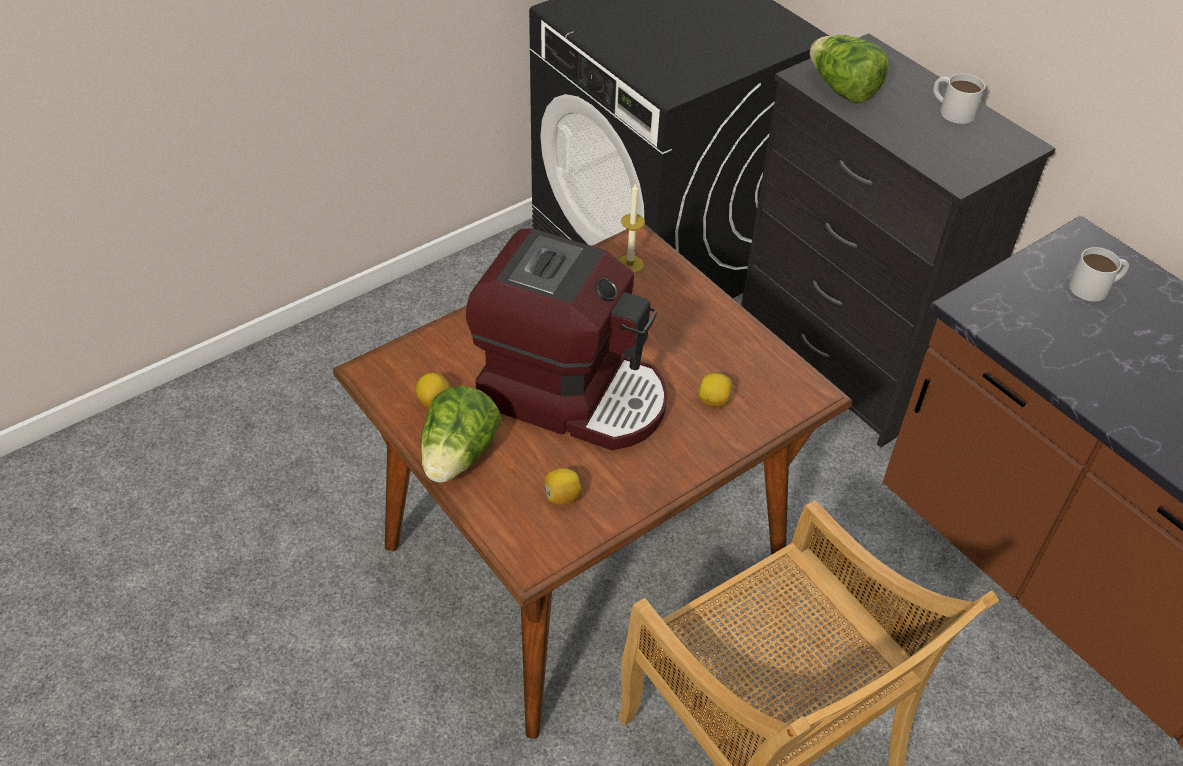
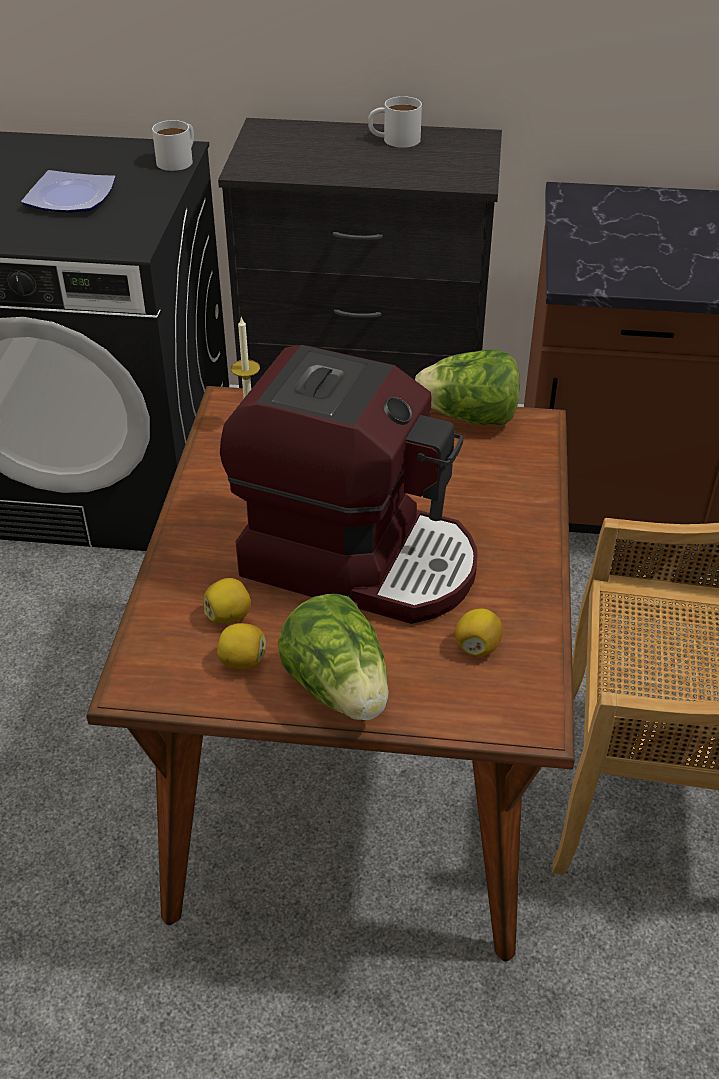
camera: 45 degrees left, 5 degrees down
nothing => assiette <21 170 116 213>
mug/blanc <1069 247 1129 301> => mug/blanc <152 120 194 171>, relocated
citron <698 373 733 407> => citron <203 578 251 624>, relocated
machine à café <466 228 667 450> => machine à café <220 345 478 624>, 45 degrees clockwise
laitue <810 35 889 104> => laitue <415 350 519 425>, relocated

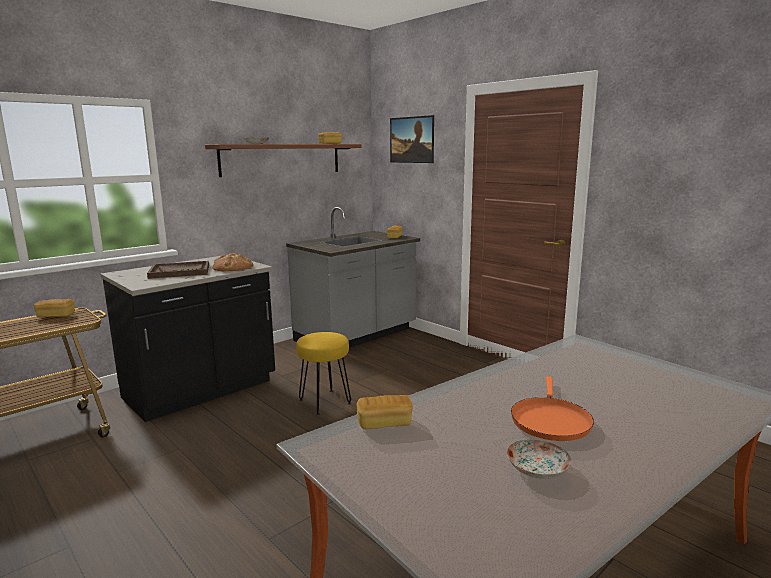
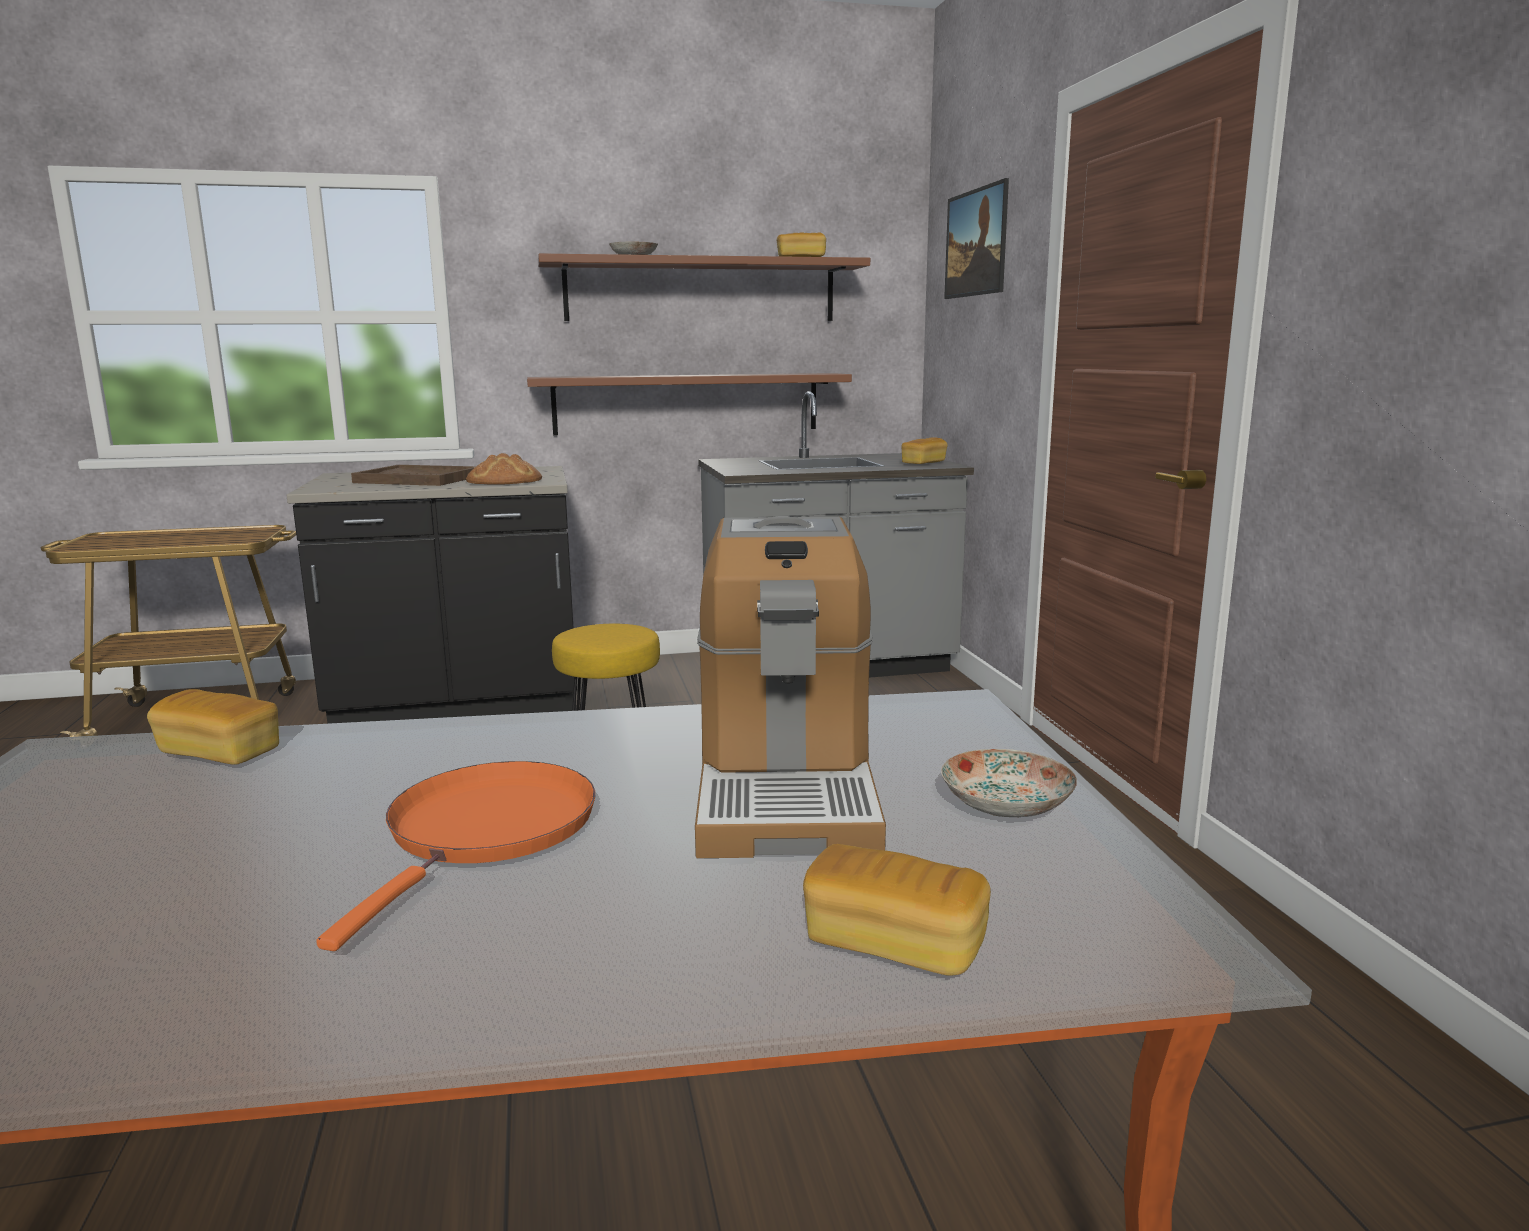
camera: 30 degrees right, 0 degrees up
poêle/orange <511 376 594 441> => poêle/orange <316 761 595 951>, 150 degrees clockwise
nothing => étagère/marron <527 373 852 435>
nothing => machine à café <695 516 886 858>
pain <34 299 75 317> => pain <803 844 991 976>, relocated
assiette <507 439 571 479> => assiette <941 749 1077 817>, relocated

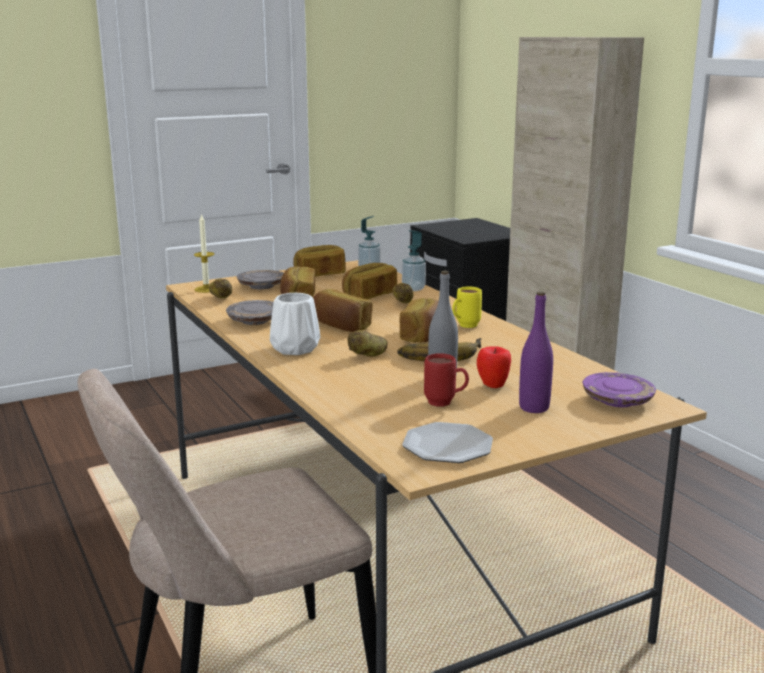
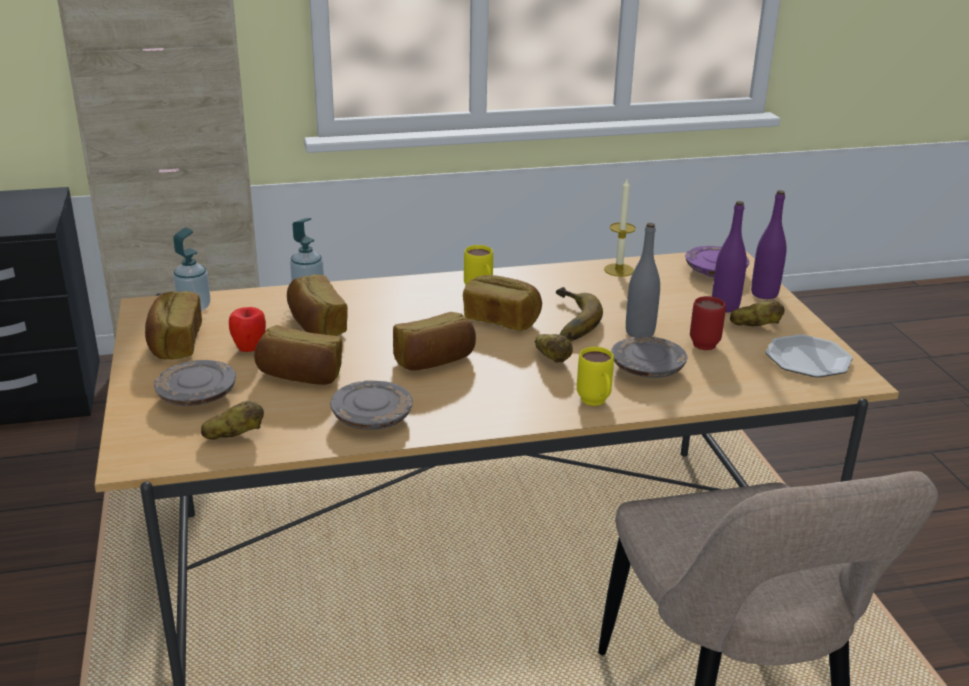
camera: 75 degrees left, 10 degrees up
pomme <477 346 511 388> => pomme <229 307 266 352>, relocated
nothing => mug/jaune <577 347 614 406>
bougie <194 214 214 293> => bougie <604 179 636 277>, relocated
nothing => assiette/gris <611 336 687 378>
pomme de terre <392 283 414 303> => pomme de terre <730 299 785 327>, relocated
nothing => bouteille/violet <751 190 787 299>
vase/blanc <270 293 320 355> => nothing

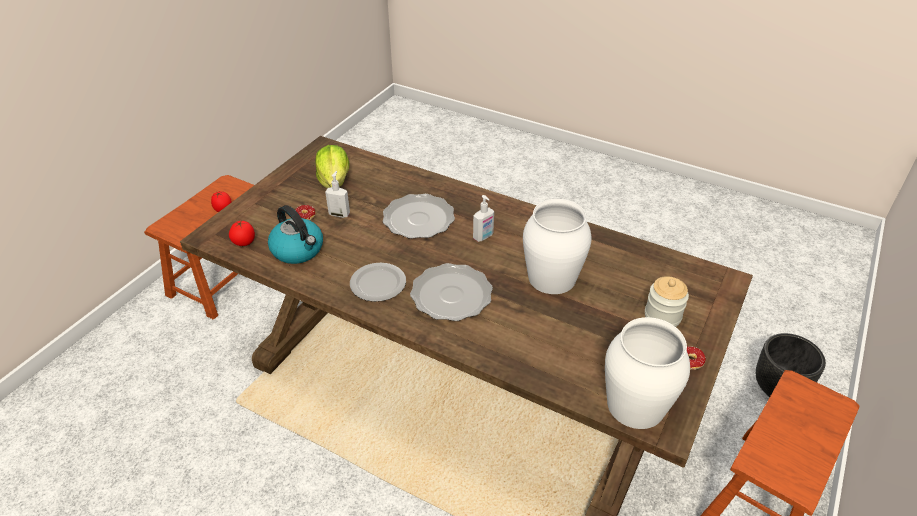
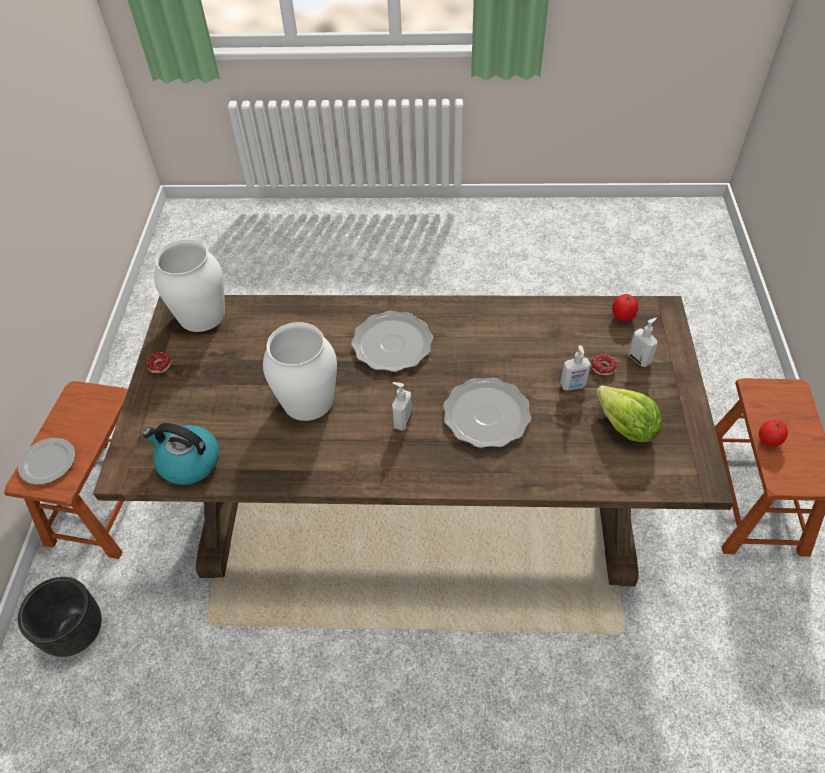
camera: 155 degrees right, 10 degrees up
assiette <350 263 406 302> => assiette <18 438 75 485>, relocated
bouilloire <268 205 323 264> => bouilloire <143 423 219 485>, relocated
nothing => distributeur de savon <628 318 658 367>
bocal <645 276 689 327> => nothing

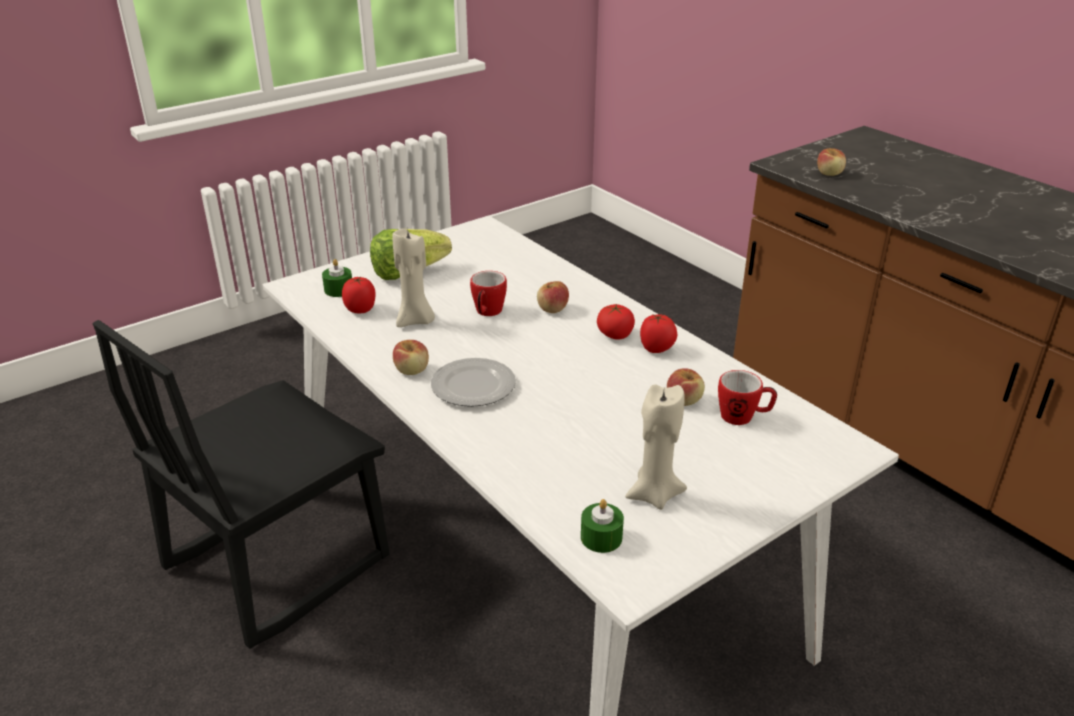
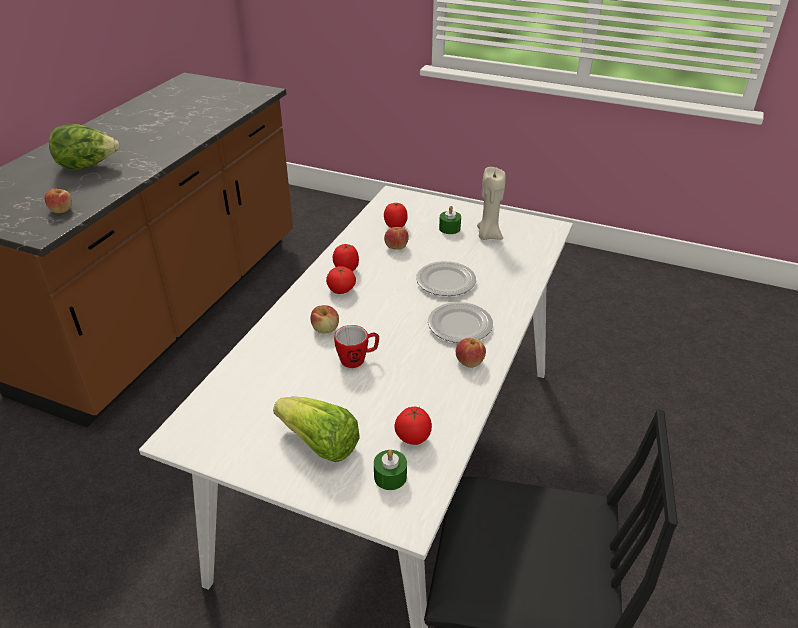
camera: 120 degrees left, 5 degrees up
nothing => laitue <49 124 120 170>
mug <718 370 777 425> => tomate <384 203 408 228>
nothing => assiette <416 261 476 296>
bougie/vert <581 499 624 553> => bougie/vert <439 206 461 234>, relocated
bougie/beige <392 228 435 327> => nothing

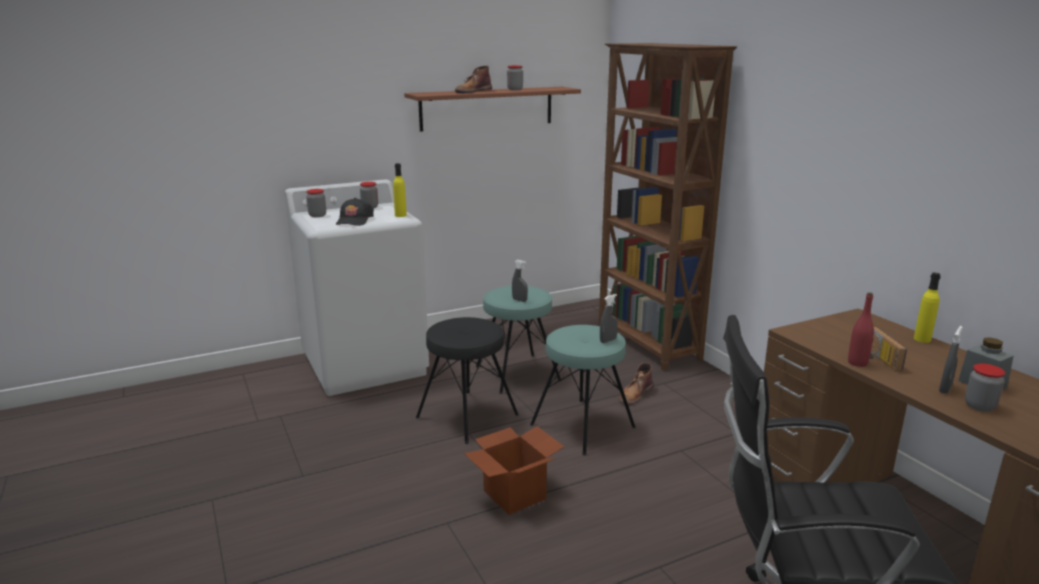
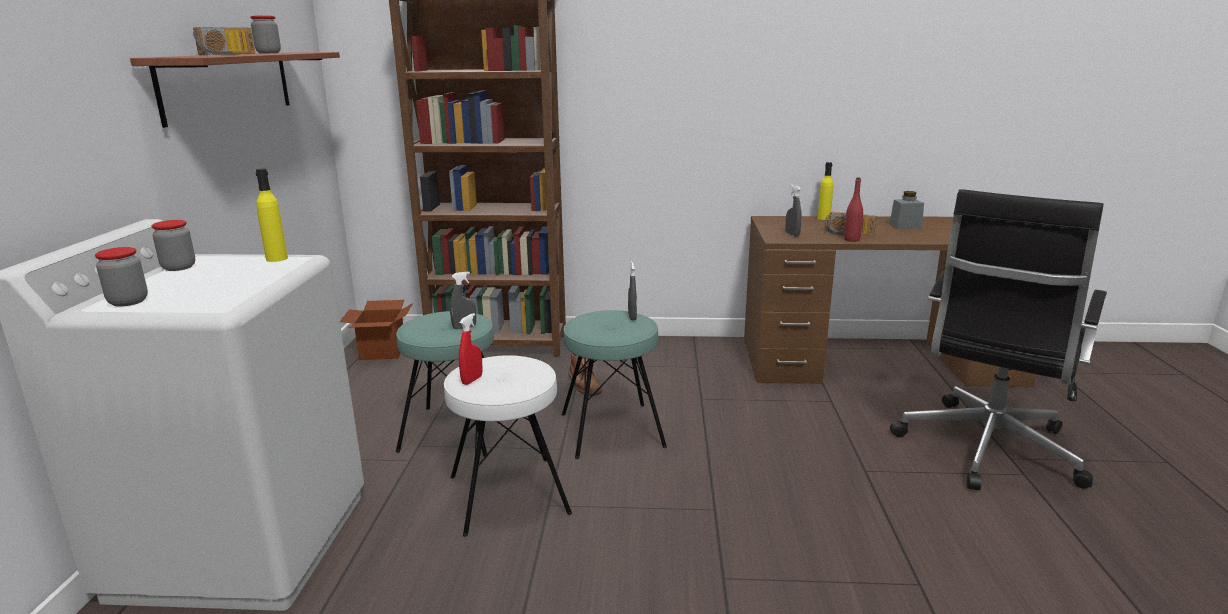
camera: 60 degrees left, 0 degrees up
botte/marron <455 66 492 93> => radio <193 27 255 55>
carton <464 426 564 515> => carton <340 300 413 360>, relocated
tabouret/noir <416 317 519 444> => tabouret/blanc <444 355 572 537>
nothing => vaporisateur/rouge <459 313 483 385>
vaporisateur/gris <939 326 962 394> => vaporisateur/gris <785 184 802 237>, relocated
casquette/noir <336 198 374 226> => nothing
bocal <965 363 1005 412> => nothing

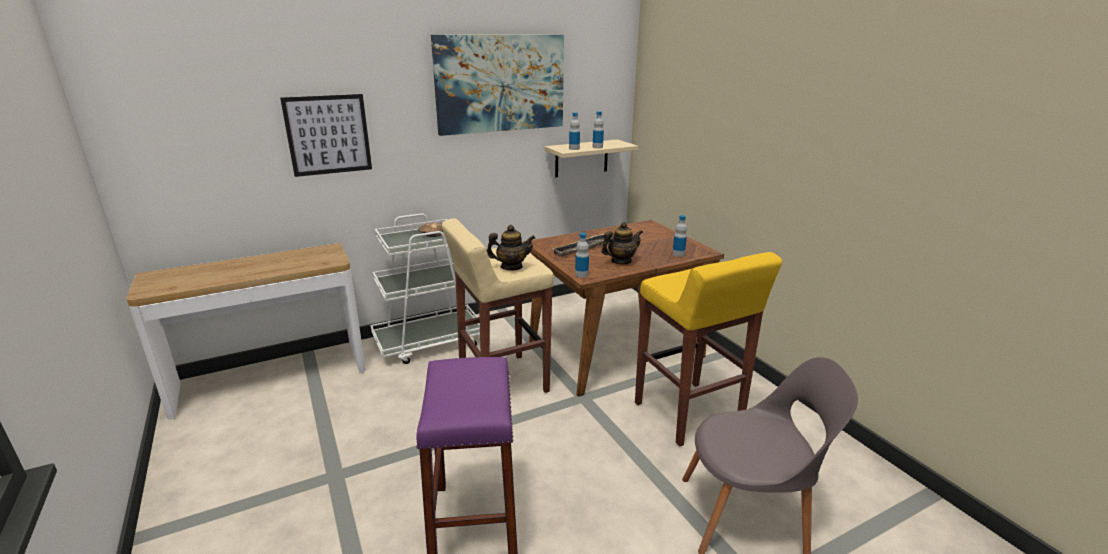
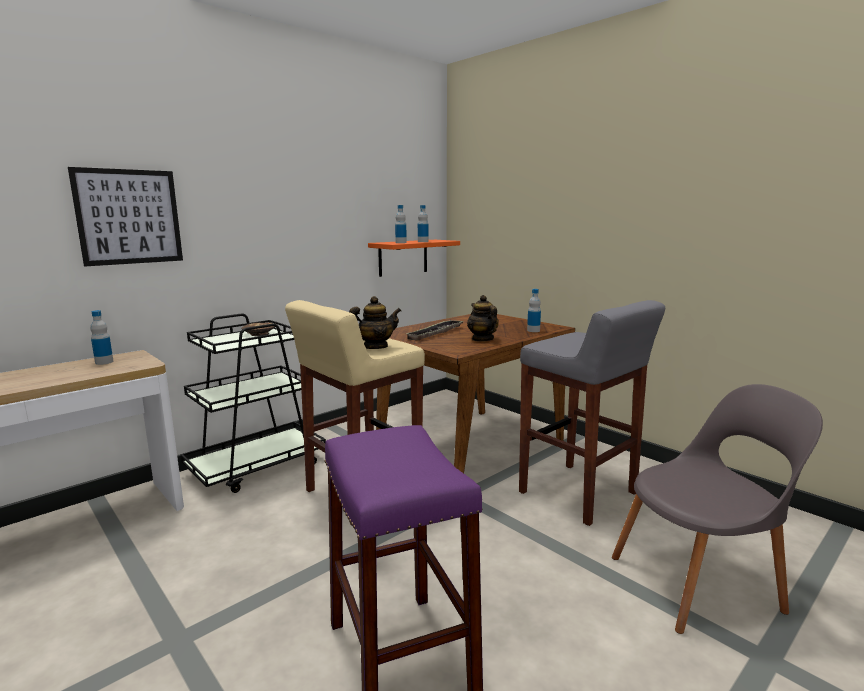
camera: 15 degrees left, 10 degrees down
bouteille <575 232 589 278> => bouteille <90 310 114 365>, relocated
chariot/blanc <370 213 480 364> => chariot/noir <181 313 326 493>
étagère/beige <545 139 638 177> => étagère/orange <368 240 460 277>
théière <601 222 643 265> => théière <467 295 499 342>, 75 degrees counterclockwise
tabouret/jaune <635 252 782 447> => tabouret/gris <519 300 665 526>
tableau <431 35 564 136> => nothing

